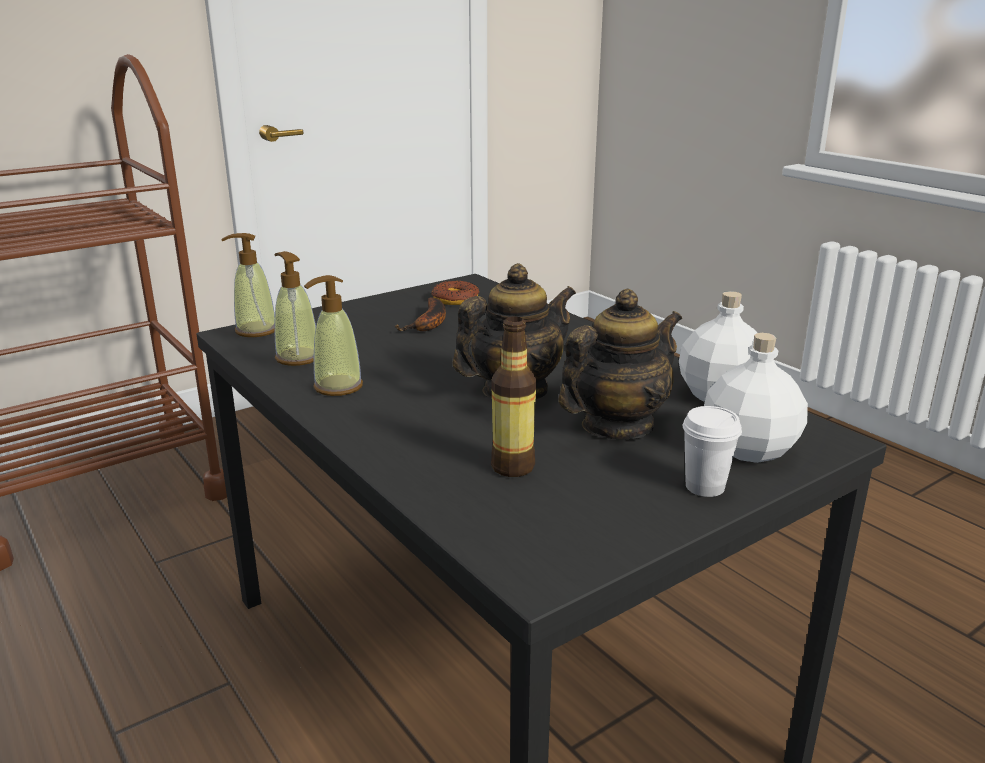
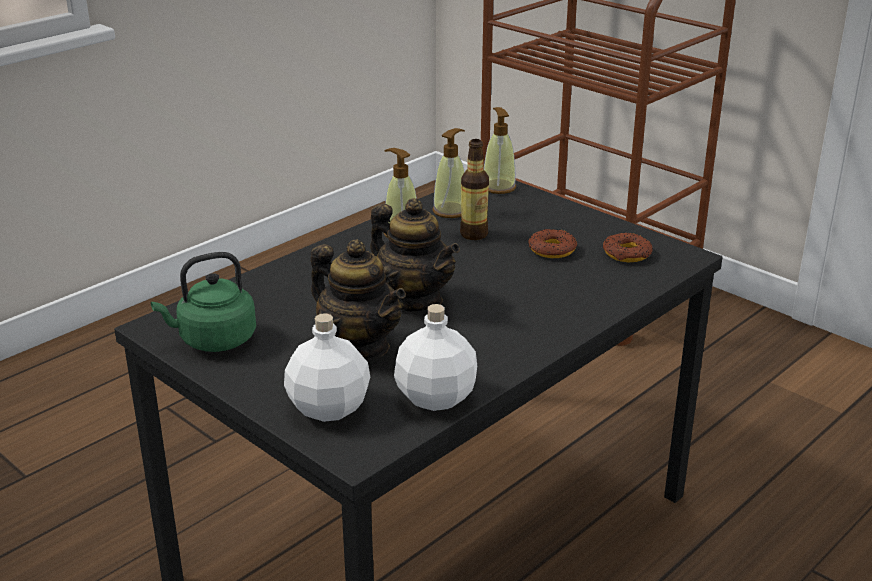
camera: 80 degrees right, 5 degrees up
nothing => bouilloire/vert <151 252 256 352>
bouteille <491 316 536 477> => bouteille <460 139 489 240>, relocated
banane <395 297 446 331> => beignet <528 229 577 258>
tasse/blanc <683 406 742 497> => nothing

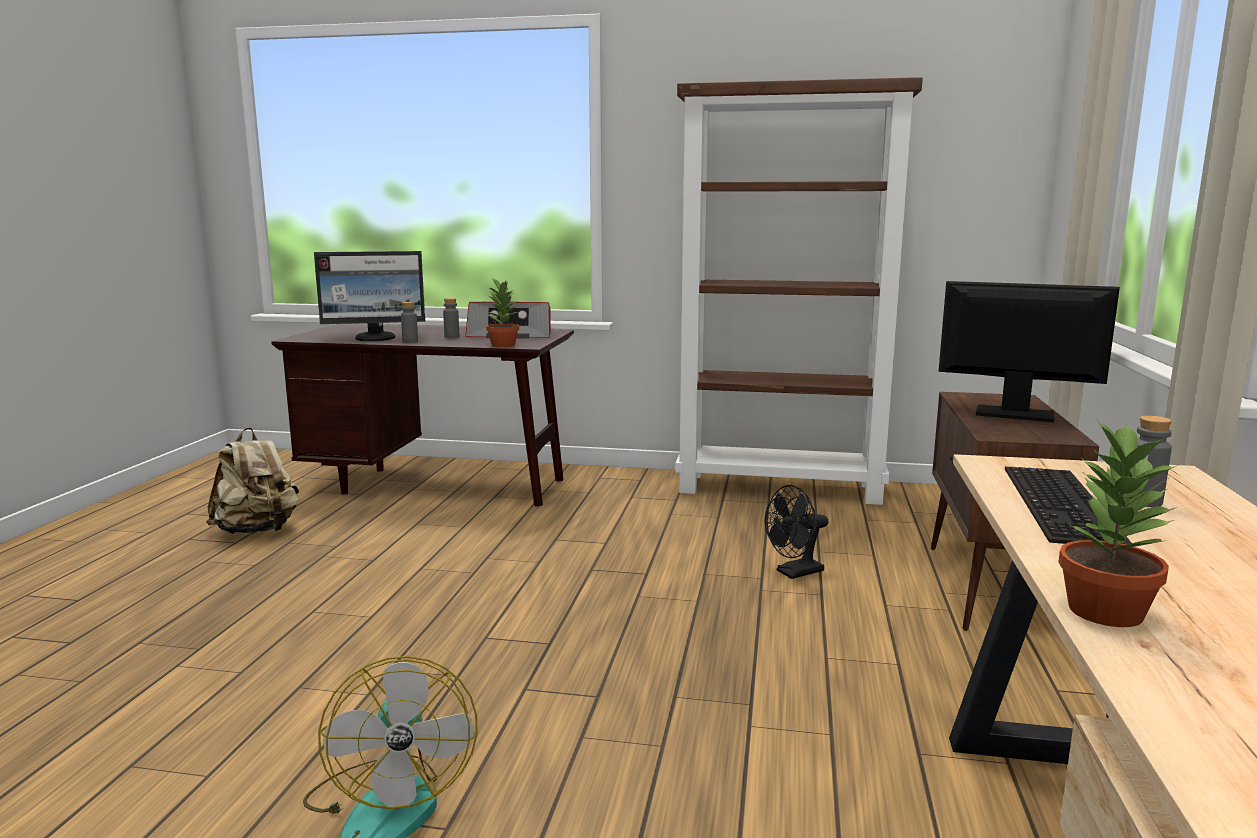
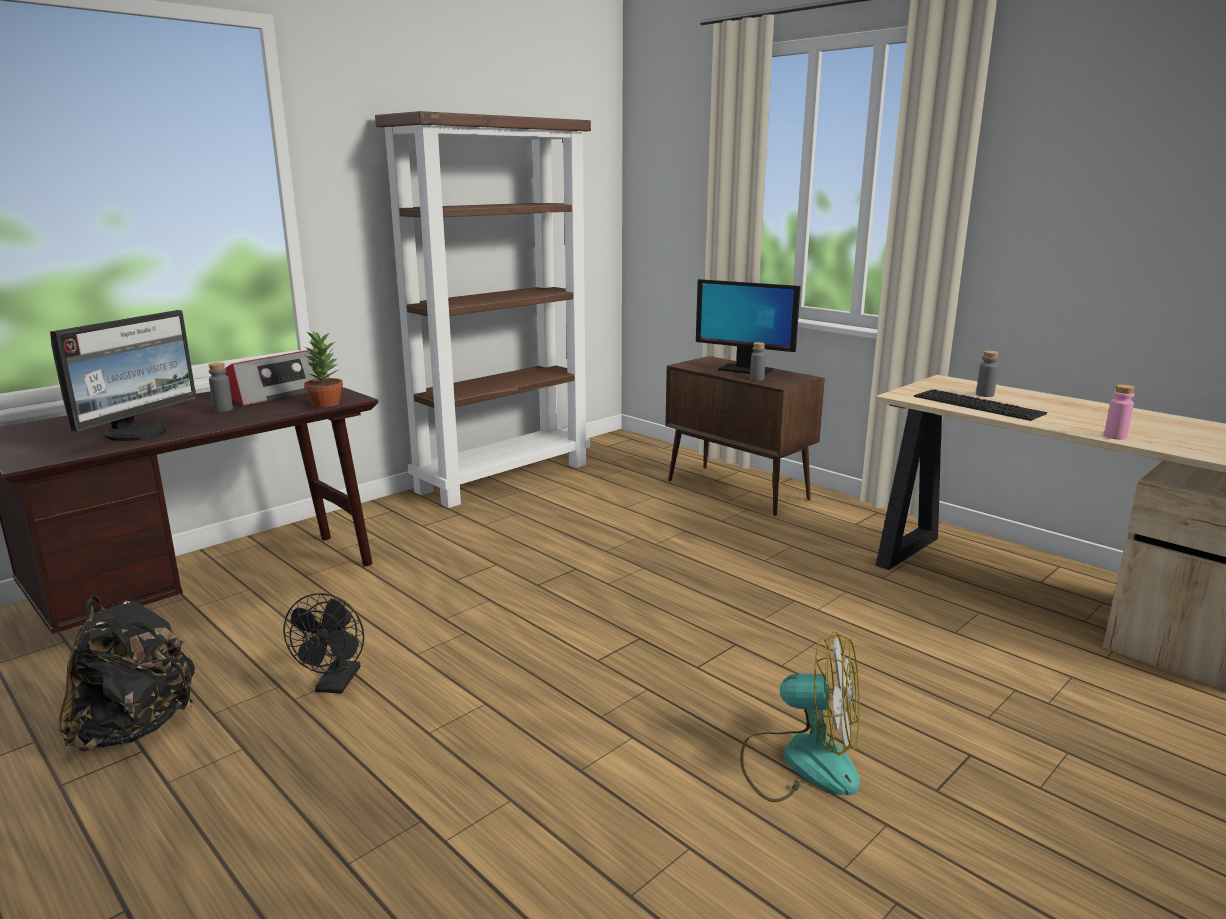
camera: 55 degrees left, 5 degrees up
sac à dos/beige <206 427 299 534> => sac à dos/noir <58 595 195 751>
ventilateur/noir <765 485 828 579> => ventilateur/noir <283 593 364 694>, relocated
écran d'ordinateur <939 281 1120 422> => écran d'ordinateur <696 279 801 375>, 120 degrees counterclockwise
bouteille/gris <401 302 418 343> => bouteille/gris <750 342 766 381>, relocated
plante en pot <1058 418 1178 627> => bouteille/rose <1104 384 1135 440>

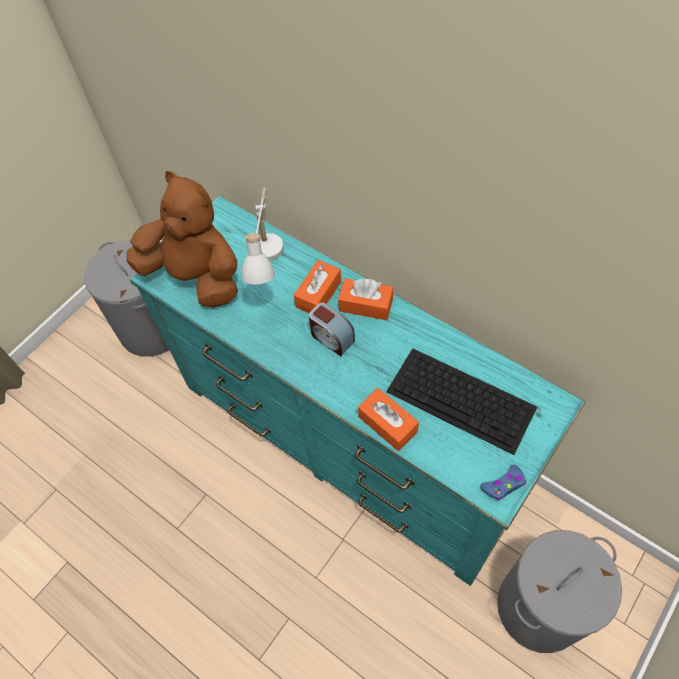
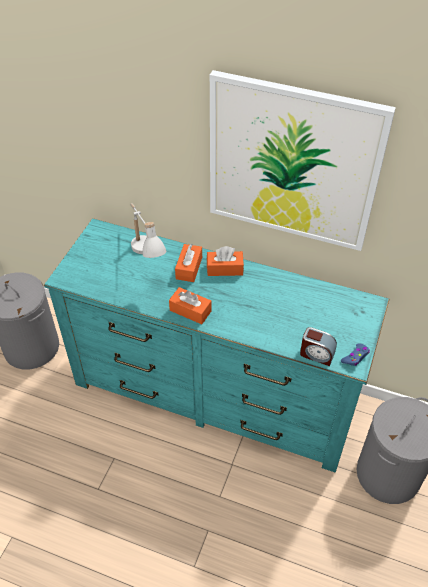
camera: 20 degrees left, 10 degrees down
boîte à mouchoirs/orange <358 388 419 451> => boîte à mouchoirs/orange <169 287 212 324>, relocated
nothing => tableau <210 70 396 251>
réveil <309 303 355 356> => réveil <300 327 337 366>, relocated
peluche/marron <127 171 238 307> => nothing
clavier <386 348 537 455> => nothing

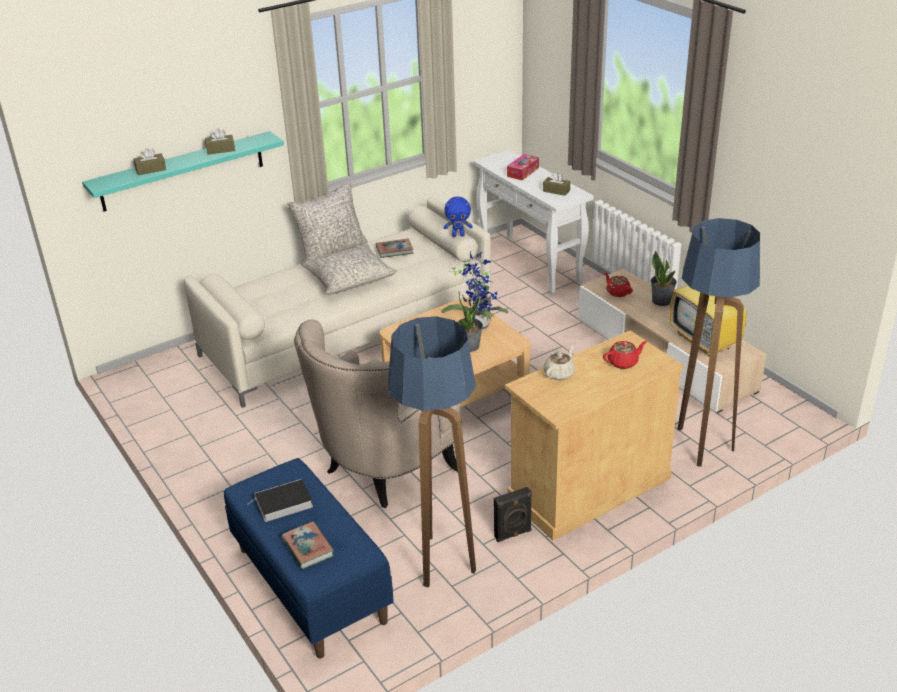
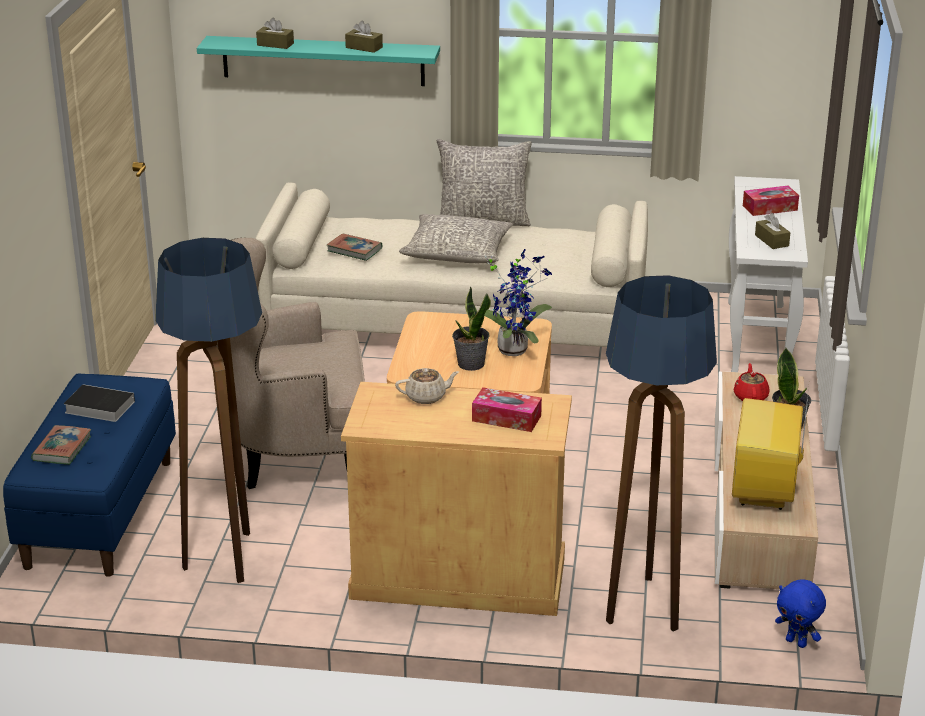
camera: 40 degrees right, 5 degrees down
livre <376 239 414 258> => livre <327 234 382 261>, relocated
théière/rouge <603 341 647 369> => boîte à mouchoirs <472 387 542 432>
peluche/bleu <444 196 473 237> => peluche/bleu <775 579 826 648>, relocated
enceinte/noir <494 487 532 542> => nothing

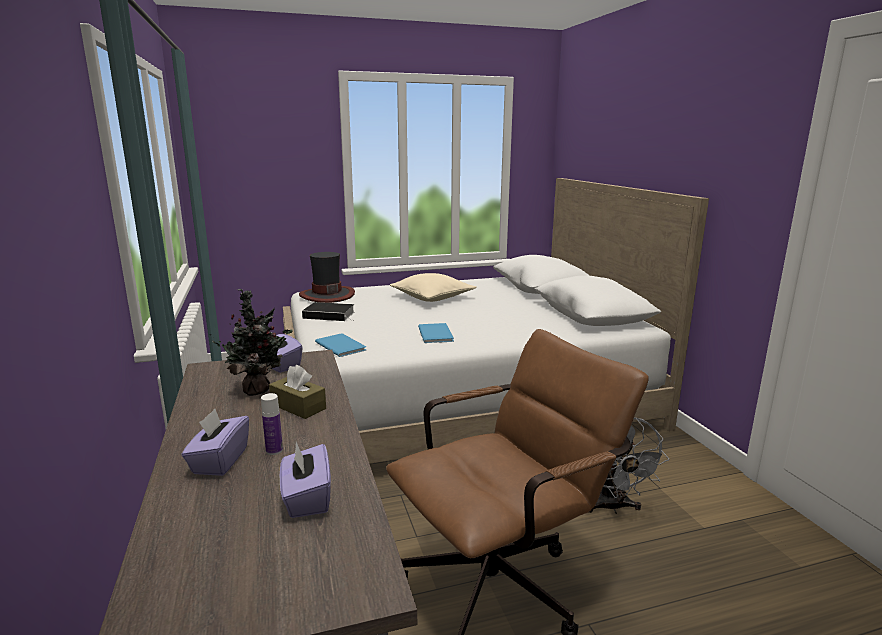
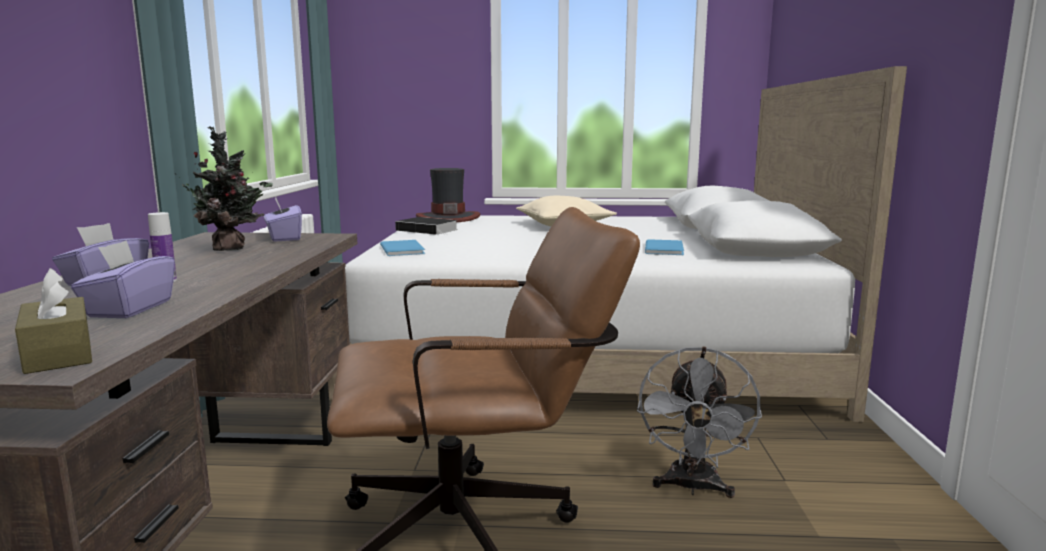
camera: 20 degrees right, 5 degrees down
boîte à mouchoirs/marron <269 365 326 419> => boîte à mouchoirs/marron <15 268 92 374>, relocated
livre/bleu <418 323 454 343> => livre/bleu <645 239 684 255>, relocated

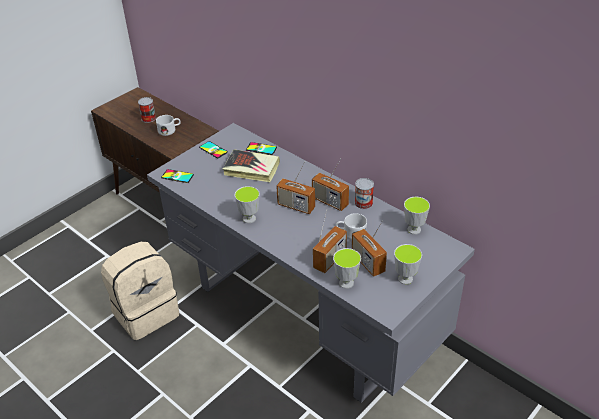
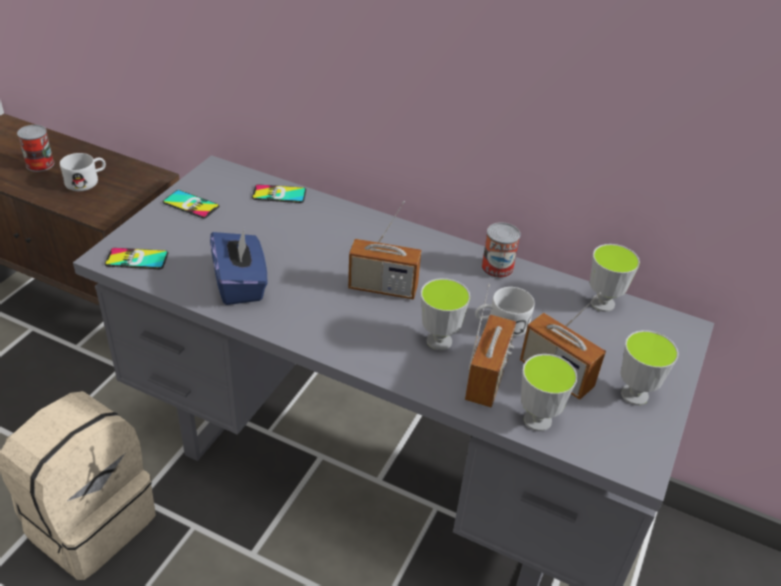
camera: 20 degrees left, 0 degrees up
nothing => boîte à mouchoirs/bleu <210 229 267 305>
tasse <234 186 260 223> => tasse <421 278 470 350>, relocated
livre <223 149 280 182> => nothing
radio <312 158 349 211> => nothing

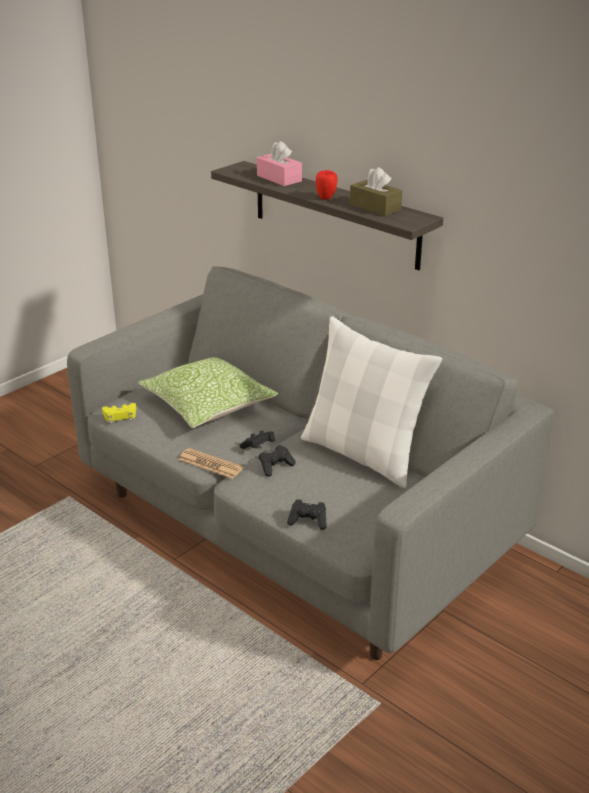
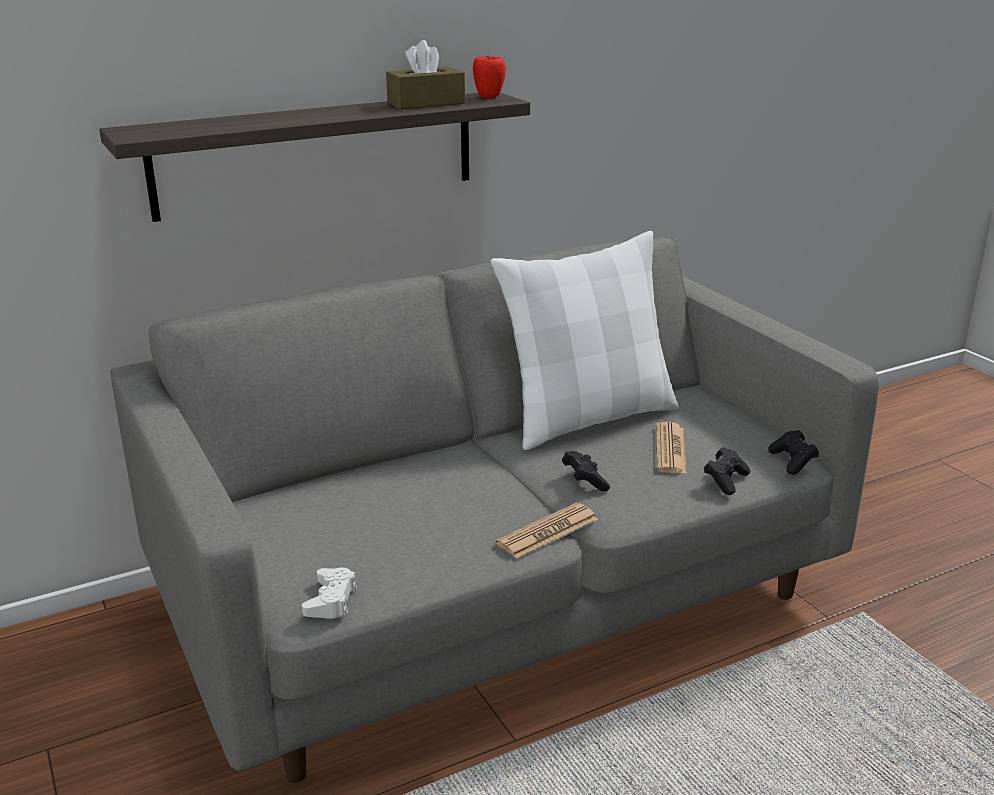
camera: 70 degrees left, 5 degrees down
manette/jaune <102 403 136 423> => manette/blanc <302 567 357 619>
pomme <316 170 337 200> => pomme <473 56 506 98>, relocated
nothing => journal <656 422 687 474>
manette/noir <239 431 275 449> => manette/noir <768 430 819 475>, relocated
coussin <138 357 278 428> => nothing
boîte à mouchoirs/rose <257 141 302 186> => nothing

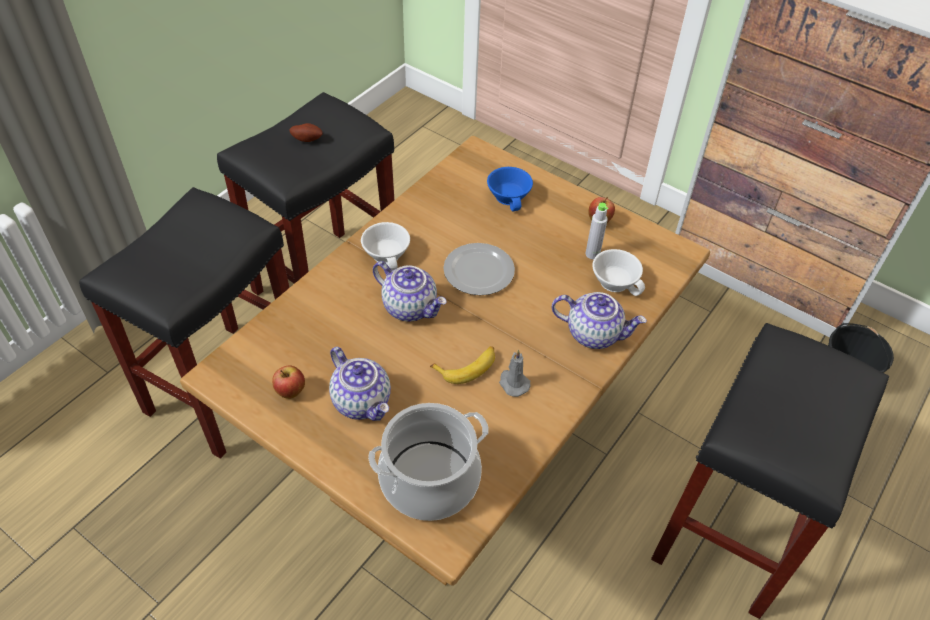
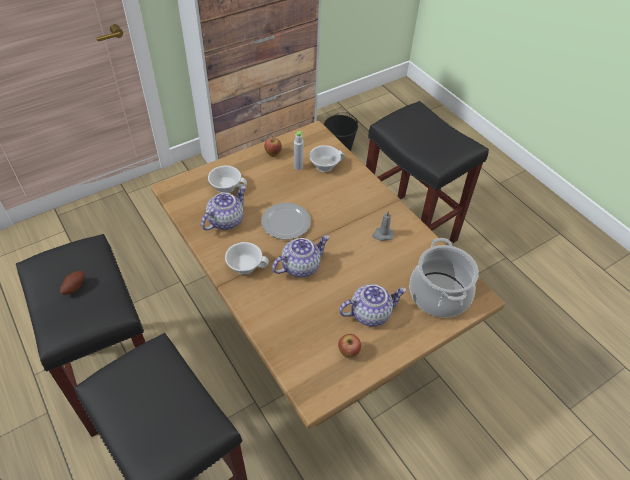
camera: 70 degrees left, 0 degrees up
théière <552 292 647 349> => théière <201 186 246 230>, relocated
tasse/bleu <487 167 533 211> => tasse/blanc <208 165 247 193>
banane <430 346 495 384> => nothing

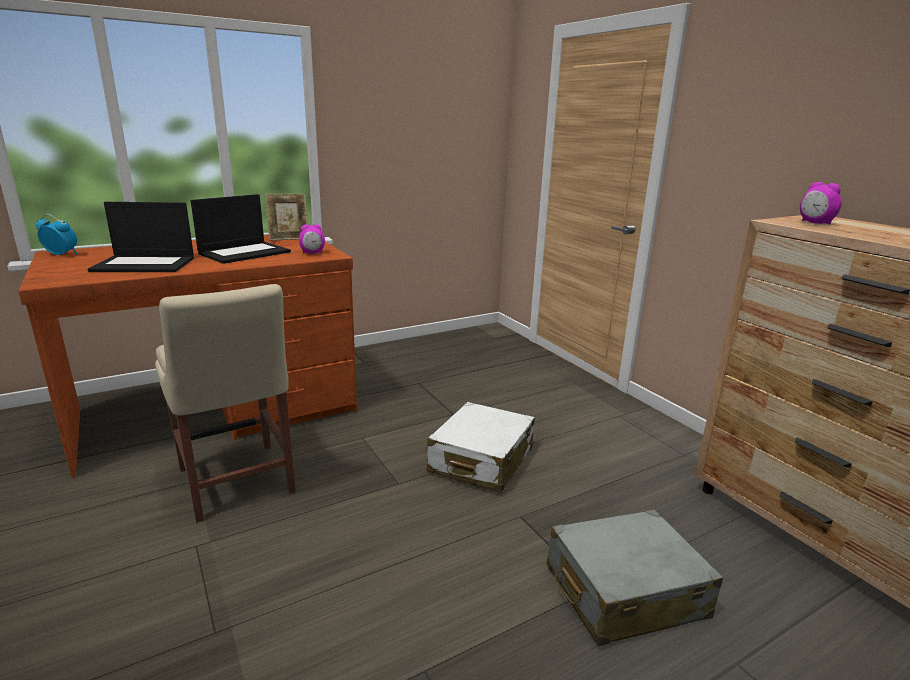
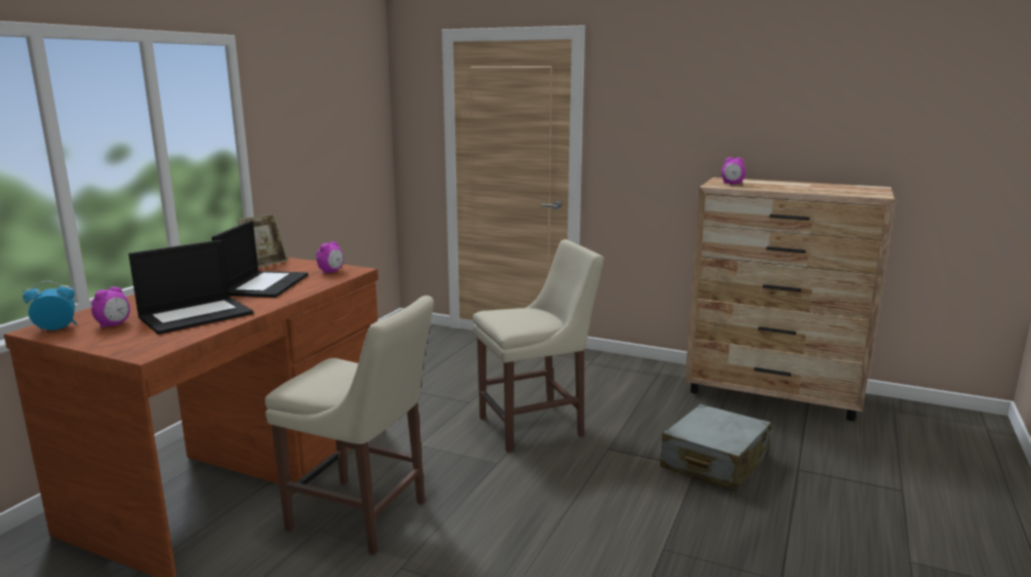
camera: 35 degrees left, 5 degrees down
nothing => réveil <92 287 130 328>
valise/blanc <427 402 535 493> => chaise/beige <473 240 604 452>

